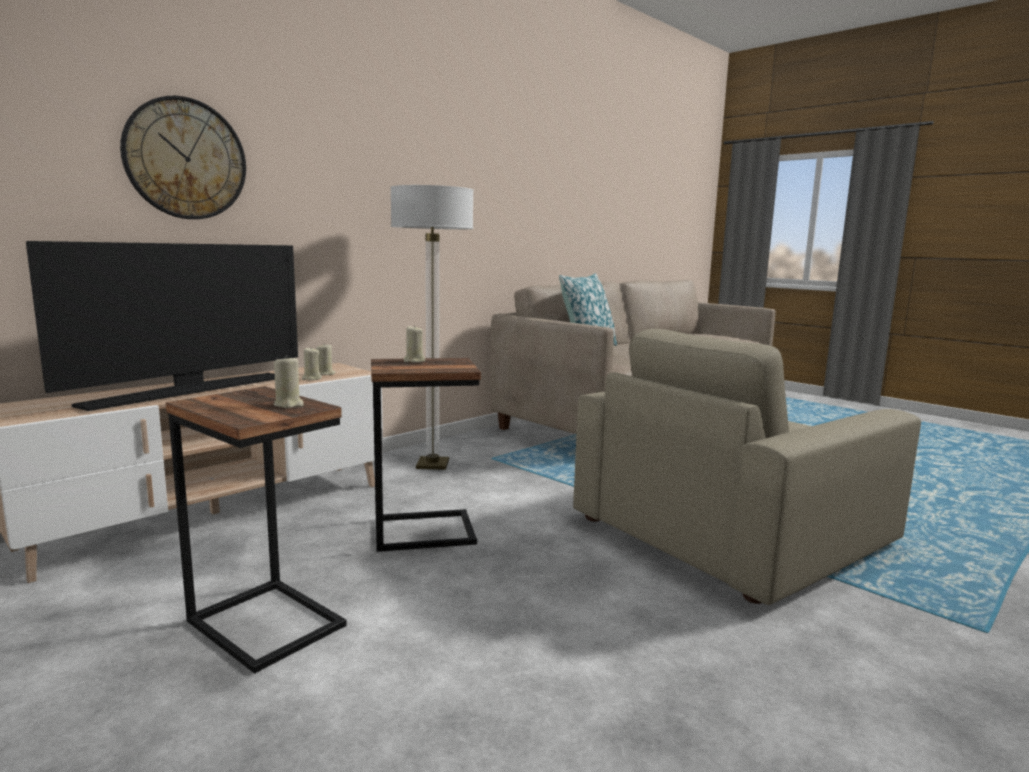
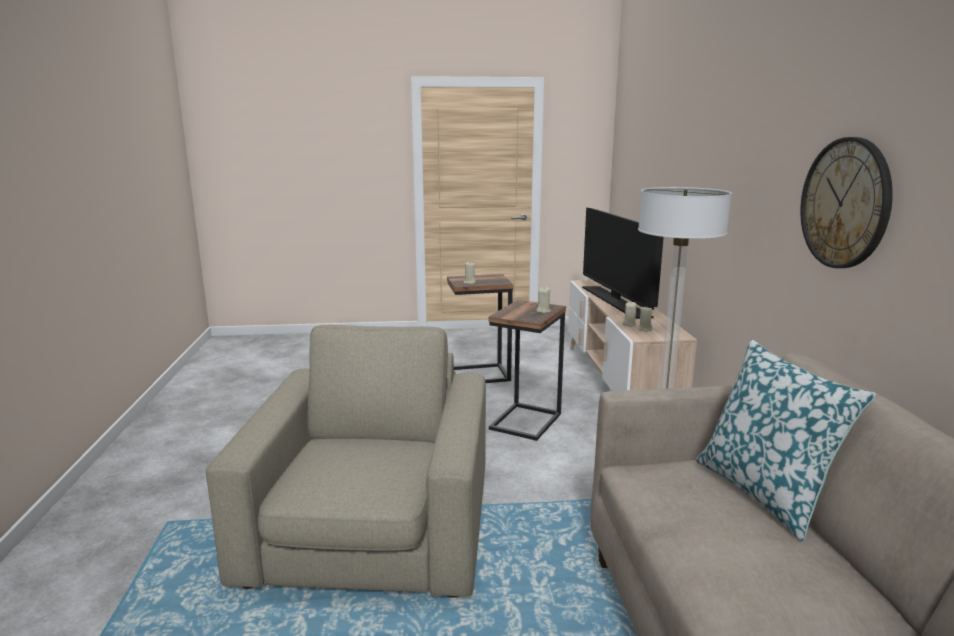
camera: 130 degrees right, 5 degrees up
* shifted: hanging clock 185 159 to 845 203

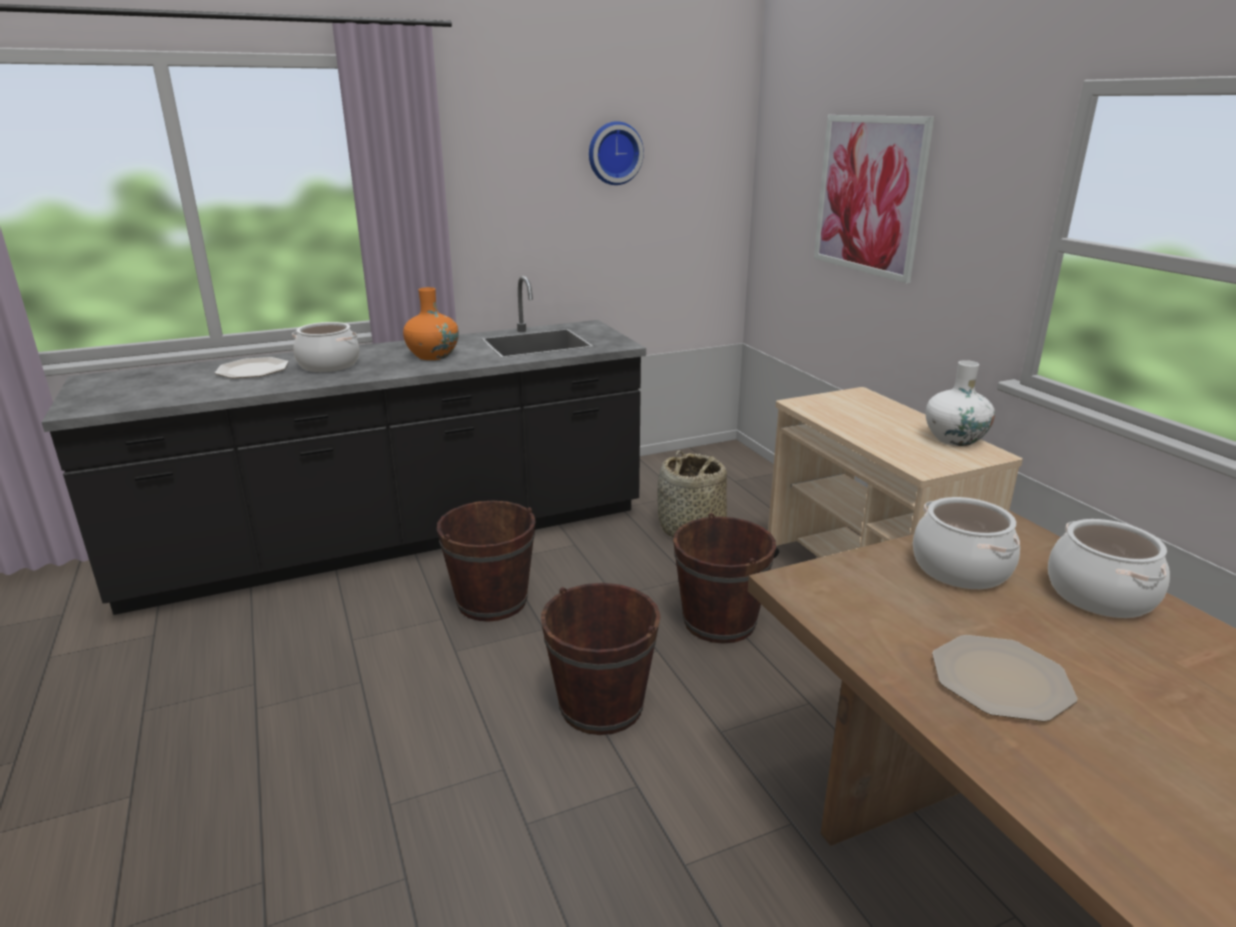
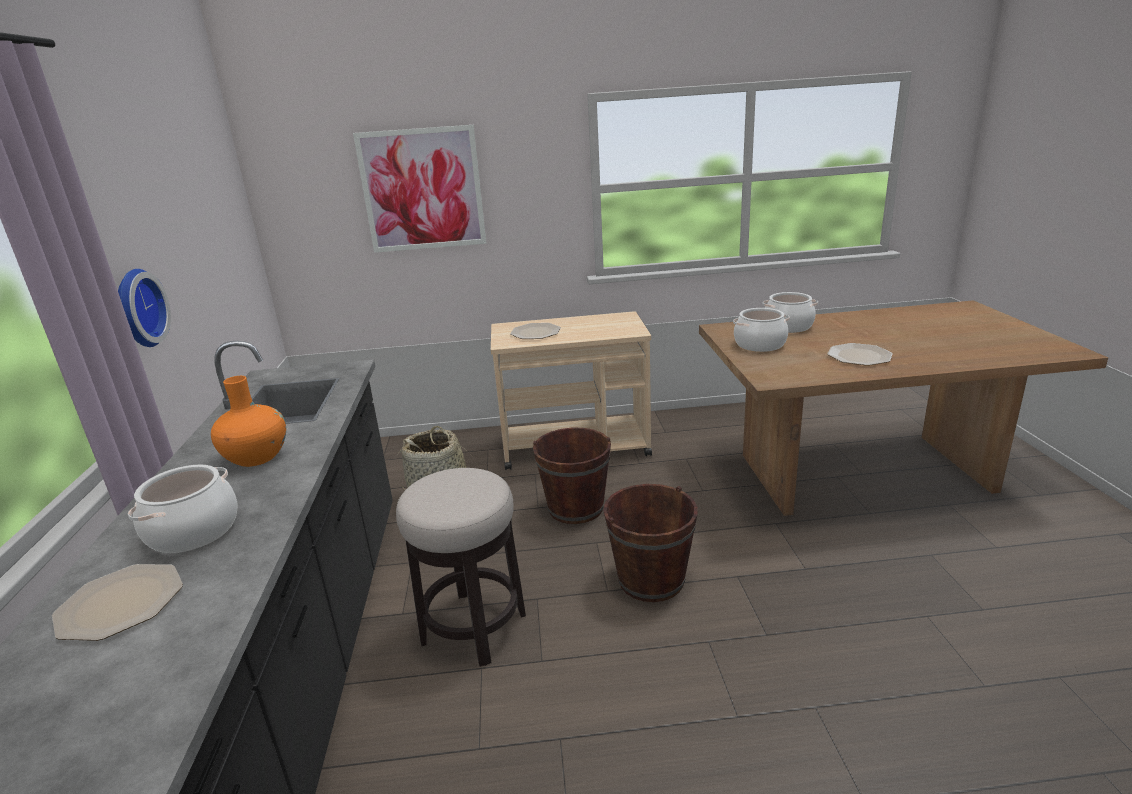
camera: 70 degrees left, 0 degrees up
* gone: whitish vase 954 439
* new: dinner plate 535 332
* shifted: hanging clock 614 153 to 136 308
* swapped: brown bucket 492 601 to sitting stool 473 628

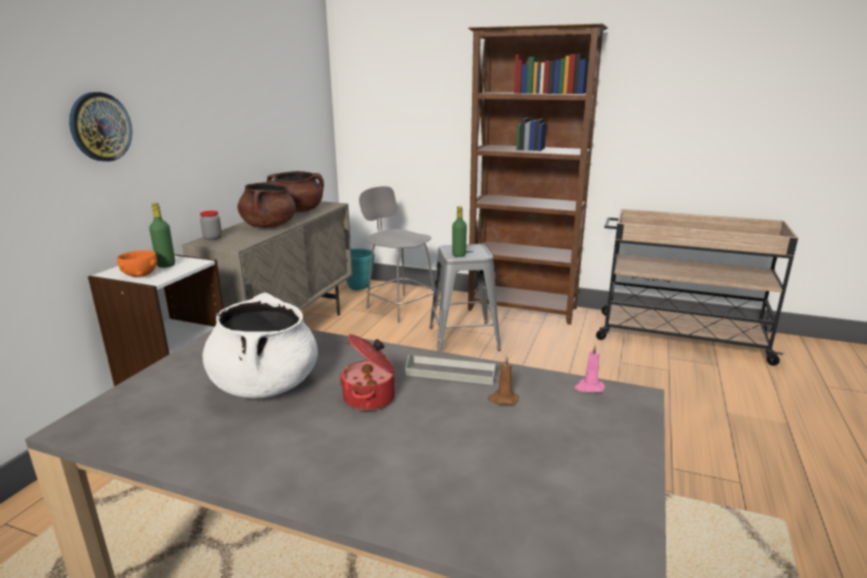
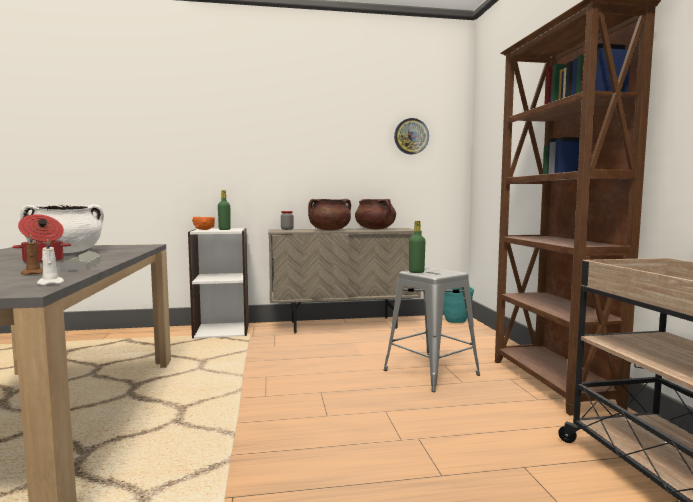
camera: 60 degrees right, 15 degrees down
* gone: grey upright chair 399 307
* shifted: hanging clock 100 127 to 411 136
* repainted: pink-coloured wax candle 589 387 to whitish wax candle 50 283

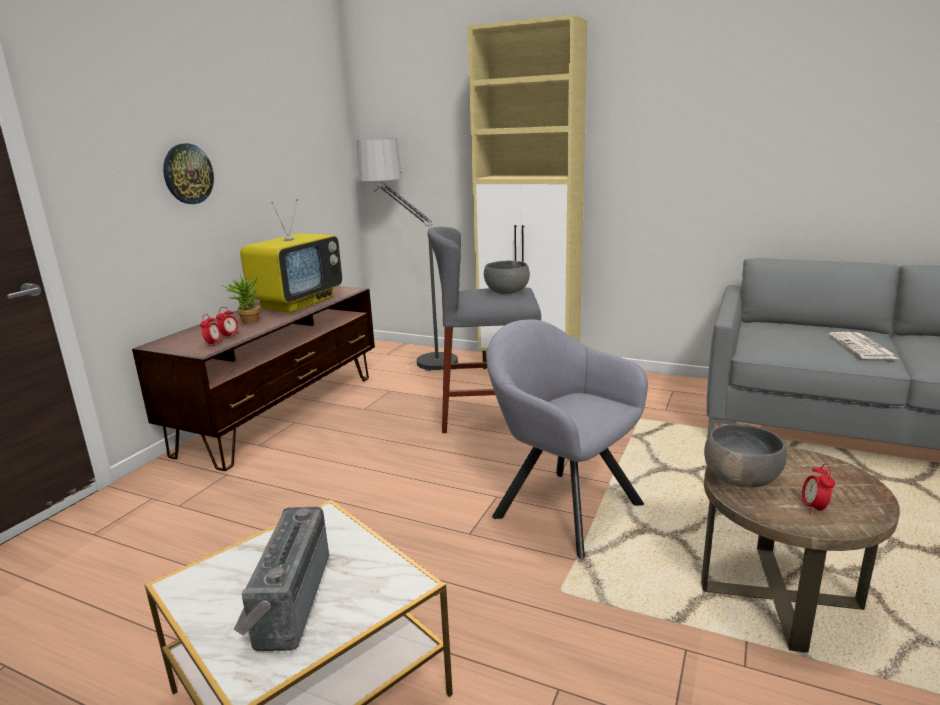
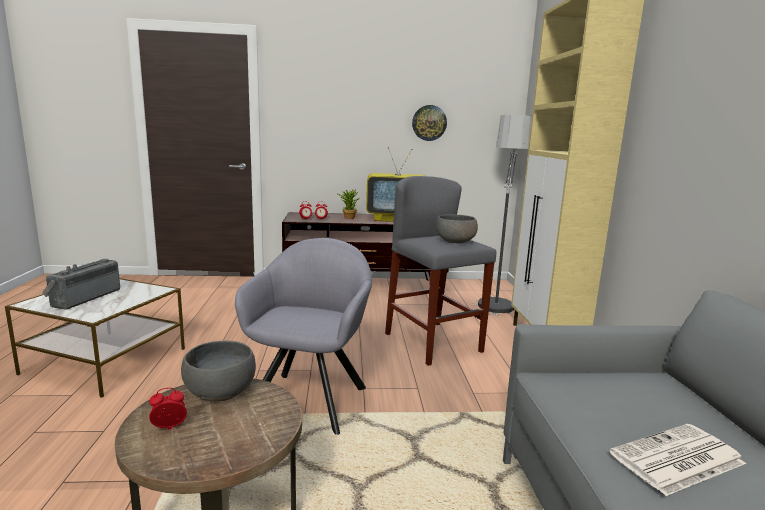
camera: 60 degrees right, 5 degrees down
* shifted: hanging clock 187 174 to 429 123
* rotated: radio receiver 286 600 = 84 297 45 degrees counterclockwise

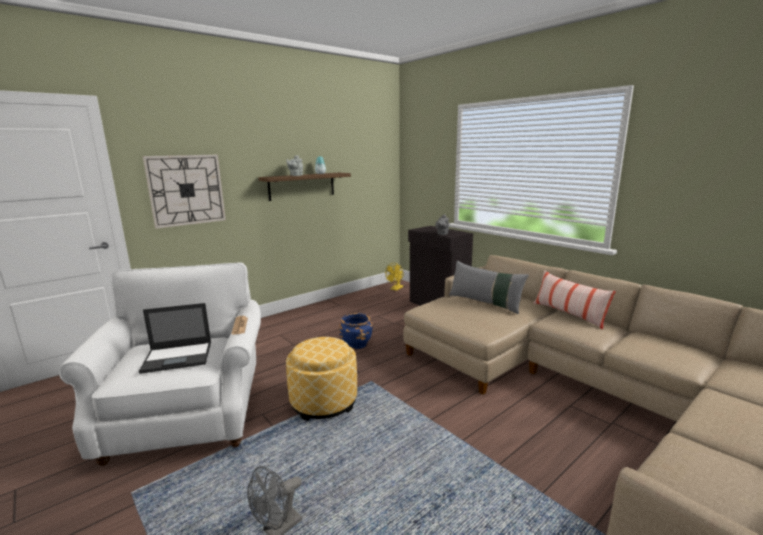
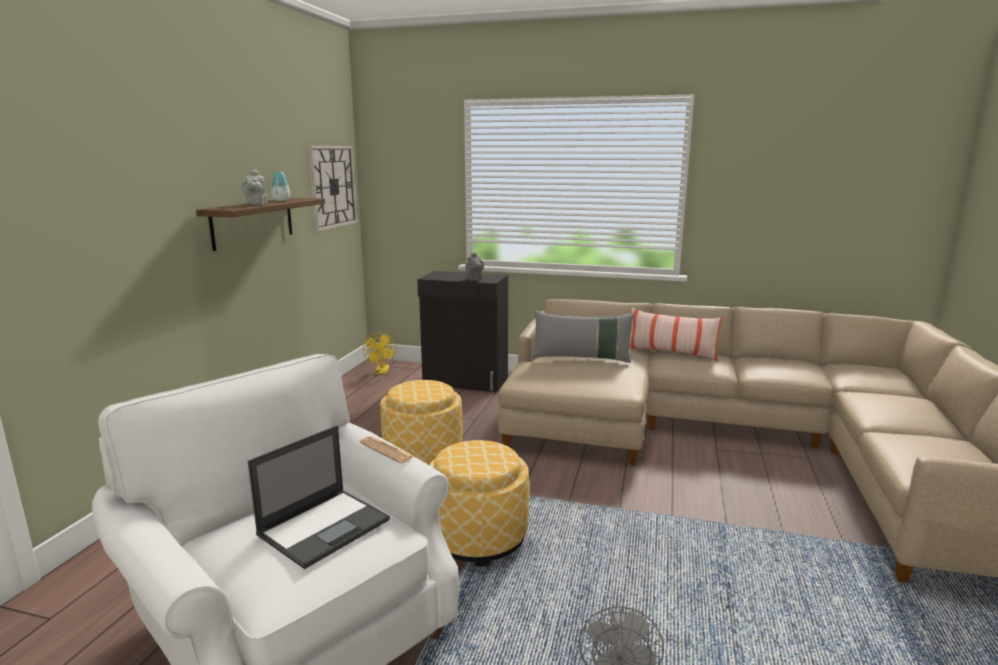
camera: 35 degrees left, 0 degrees up
* shifted: hanging clock 186 190 to 332 186
* swapped: bluish flower pot 356 344 to ottoman 423 455

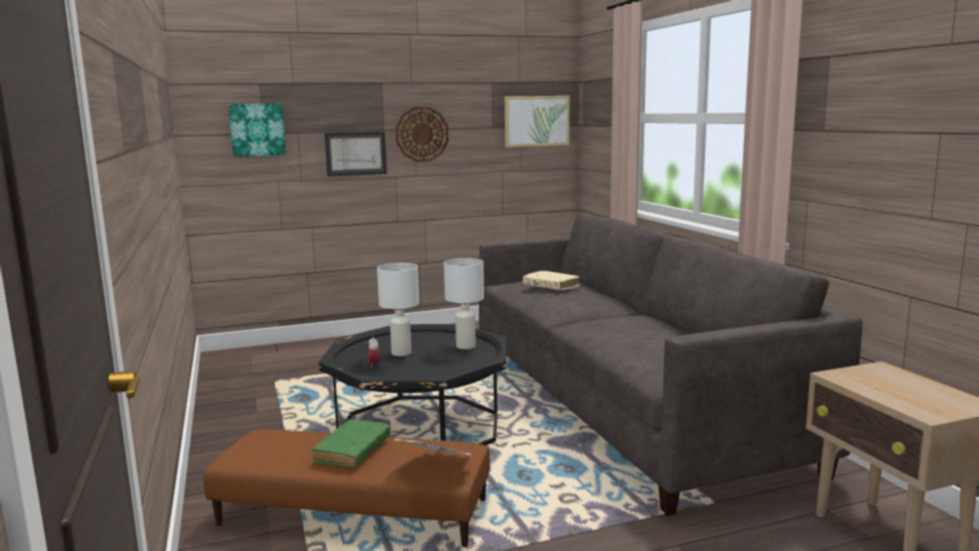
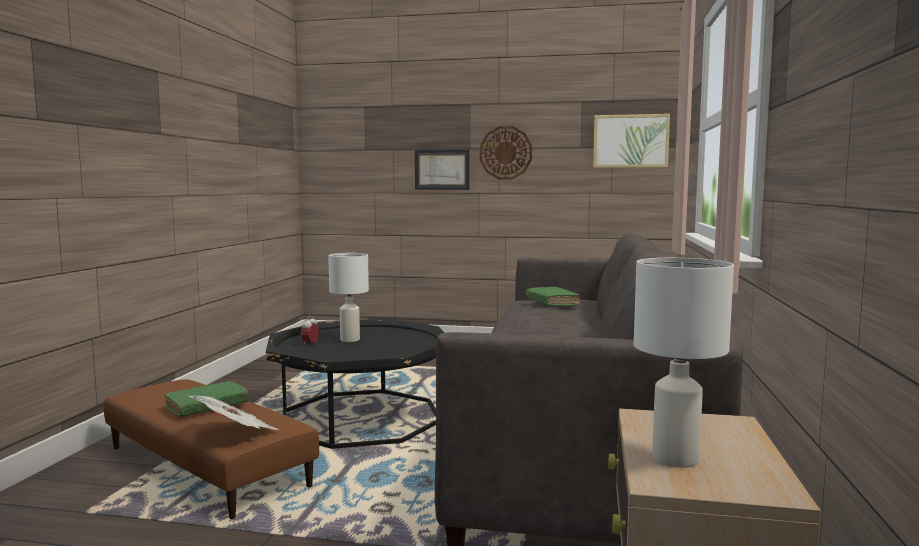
camera: 30 degrees right, 5 degrees down
* gone: wall picture 257 130
* shifted: whitish tabletop lamp 465 346 to 674 459
* repainted: beige-coloured volume 551 286 to green-coloured volume 552 303

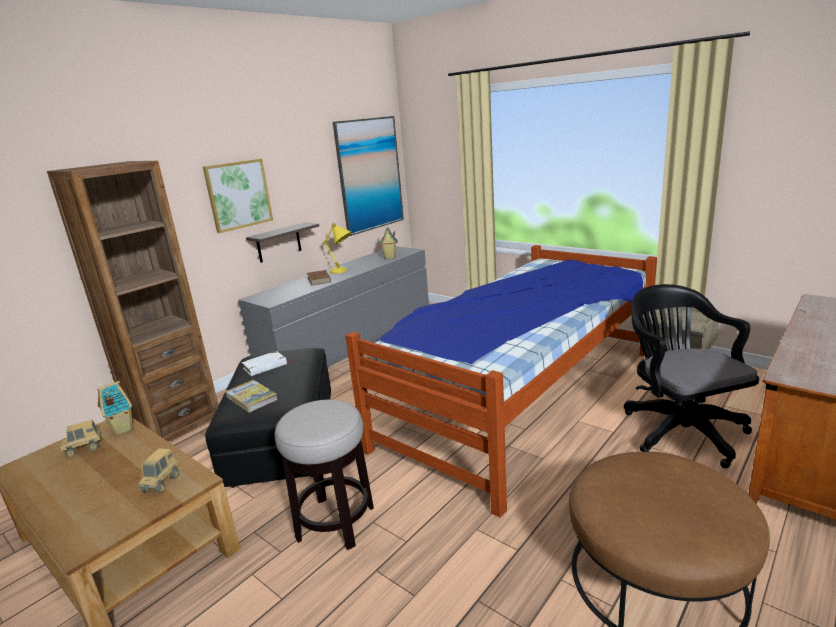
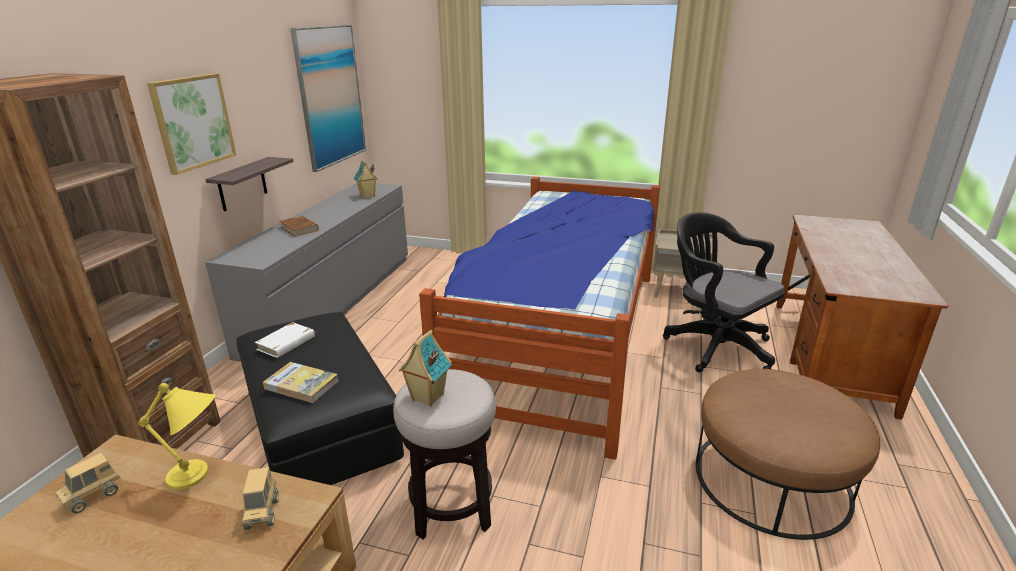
camera: 25 degrees left, 5 degrees up
* shifted: miniature house 121 429 to 427 397
* shifted: yellow-coloured tabletop lamp 343 271 to 201 476

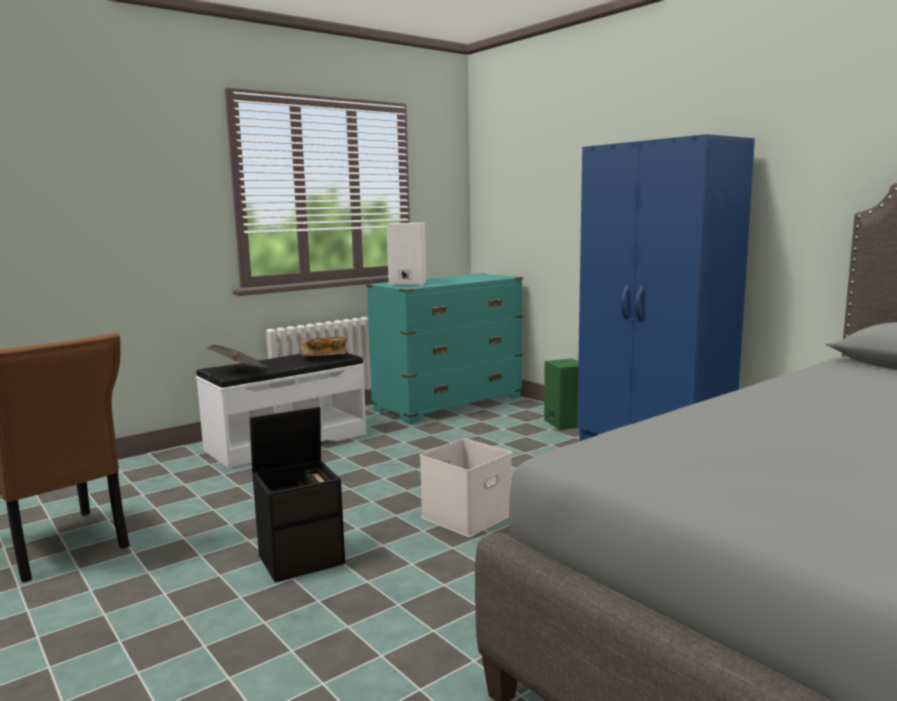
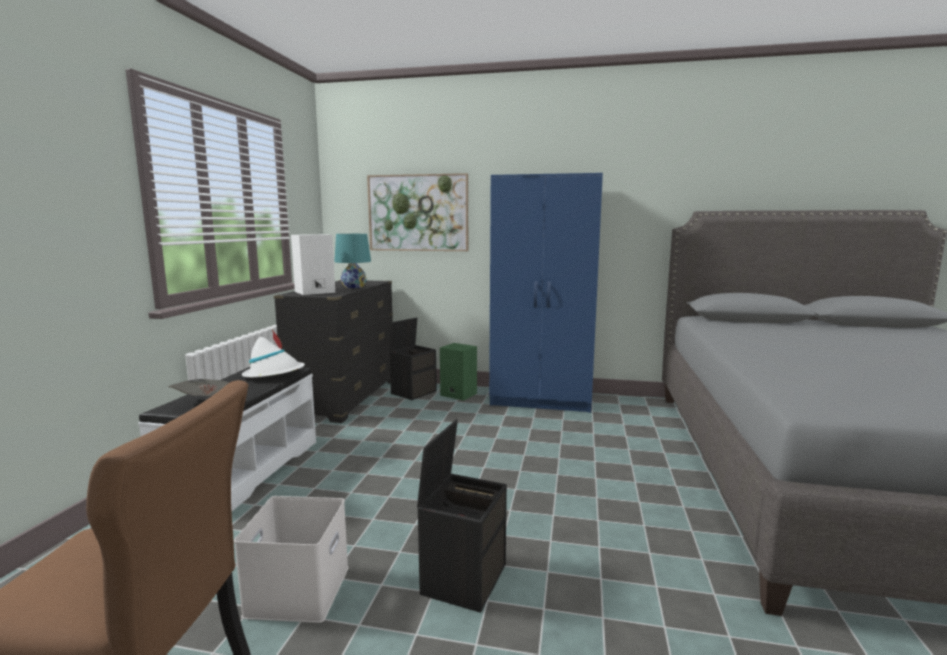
camera: 40 degrees left, 0 degrees up
* new: turquoise-coloured tabletop lamp 354 287
* new: wall picture 418 213
* new: blackish storage bin 414 392
* shifted: whitish storage bin 466 515 to 297 589
* swapped: volume 323 357 to whitish hat 274 374
* repainted: turquoise-coloured chest of drawers 449 404 to blackish chest of drawers 345 398

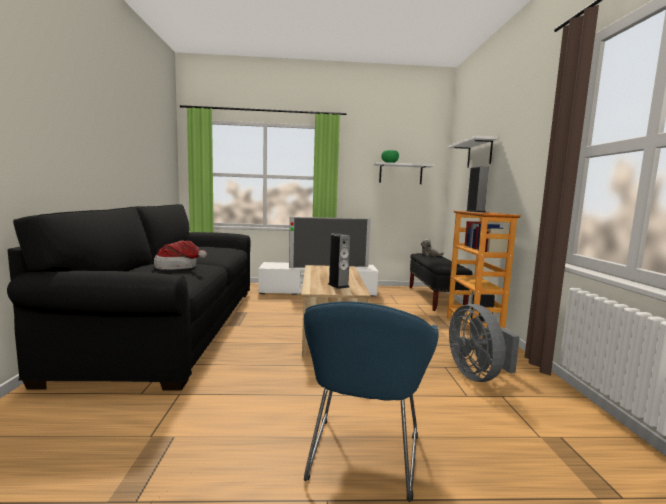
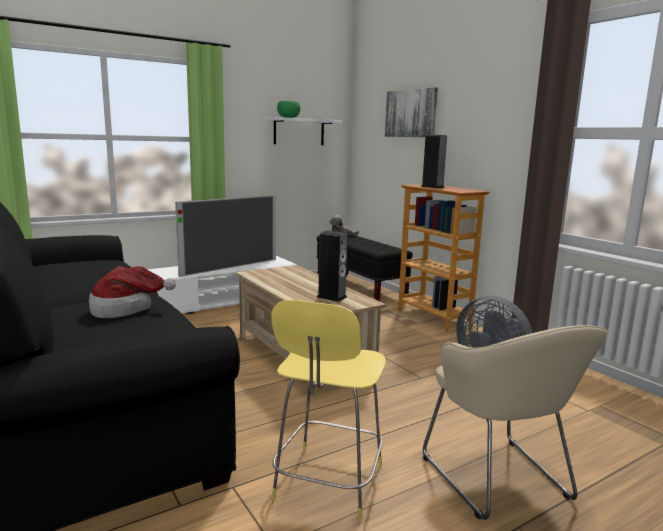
camera: 30 degrees left, 5 degrees up
* new: yellow-coloured sitting stool 327 484
* swapped: whitish wall shelf 479 153 to wall picture 411 113
* repainted: bluish armchair 362 460 to beige-coloured armchair 500 481

